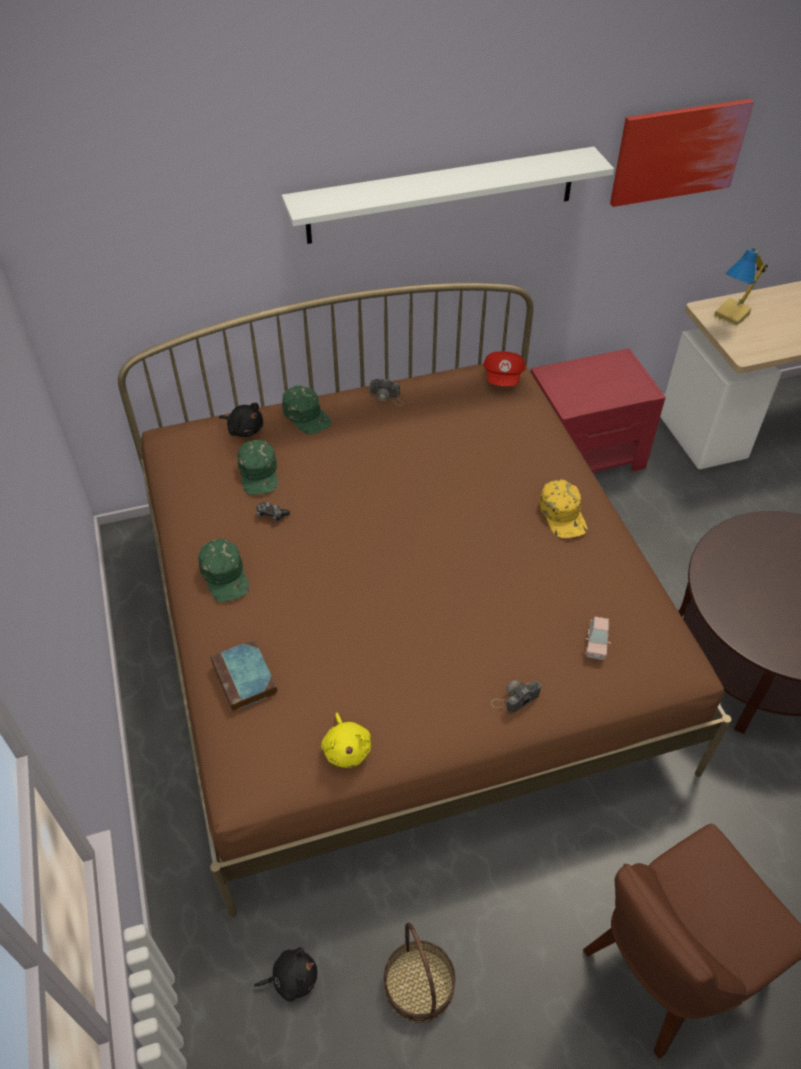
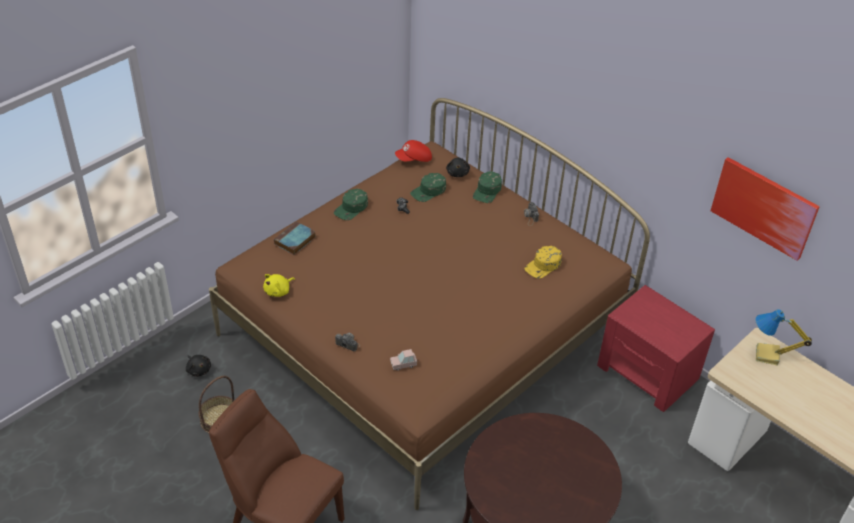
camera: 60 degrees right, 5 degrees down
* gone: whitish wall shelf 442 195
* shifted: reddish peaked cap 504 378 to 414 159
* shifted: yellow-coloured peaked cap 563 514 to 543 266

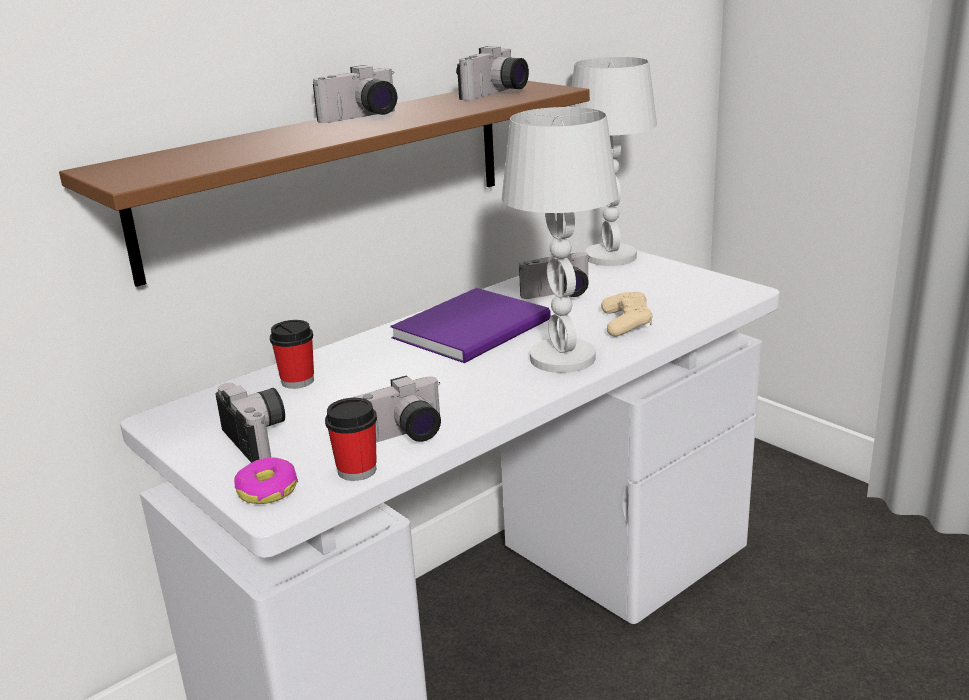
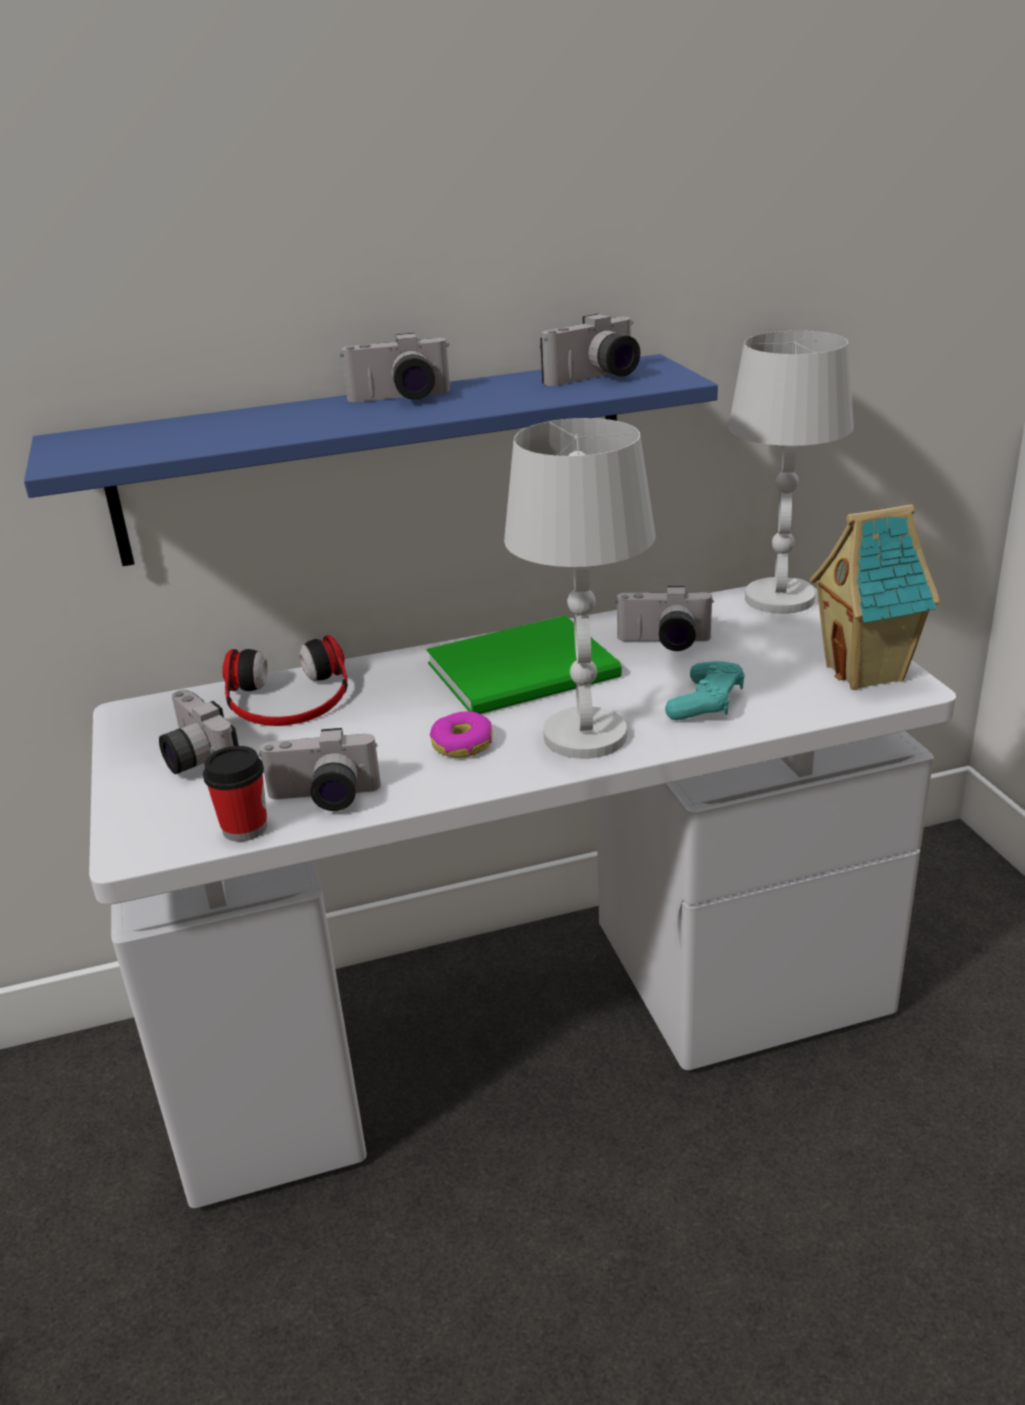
camera: 25 degrees right, 5 degrees up
* new: miniature house 867 673
* shifted: doughnut 267 490 to 462 744
* swapped: drinking cup 297 381 to headphones 288 698
* repainted: brown wall shelf 329 174 to bluish wall shelf 373 459
* repainted: purplish volume 477 328 to green-coloured volume 529 671
* repainted: beige-coloured gamepad 626 323 to turquoise-coloured gamepad 706 703
* rotated: still camera 261 437 = 195 760 150 degrees clockwise

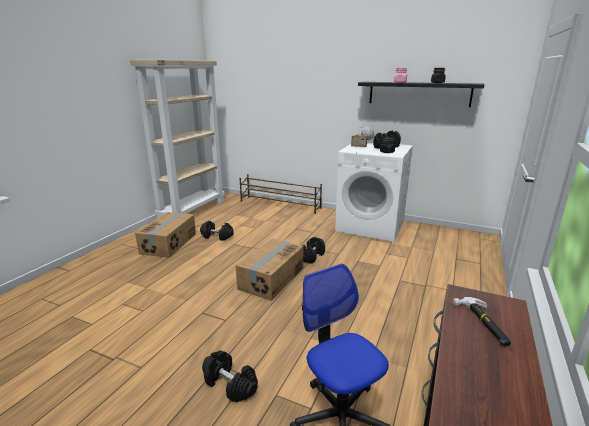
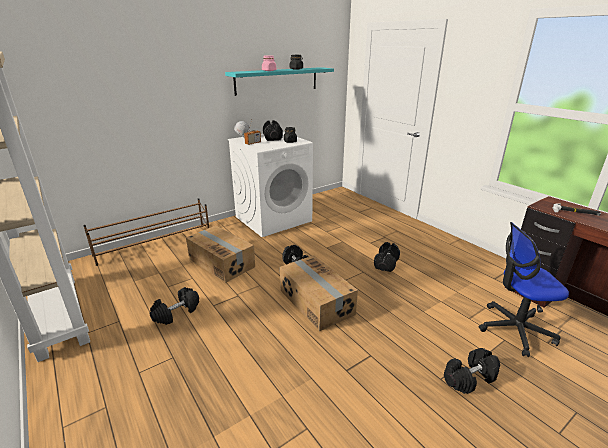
camera: 60 degrees left, 5 degrees up
* new: blackish free weight 386 263
* shifted: carton 169 243 to 222 262
* repainted: blackish wall shelf 418 93 to turquoise-coloured wall shelf 277 80

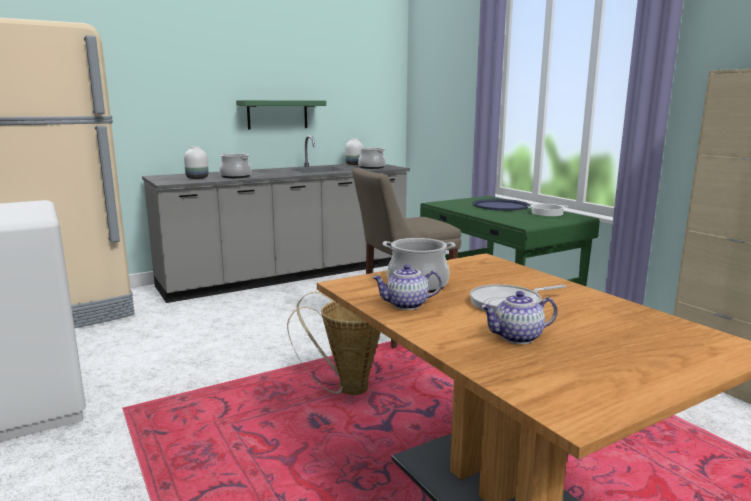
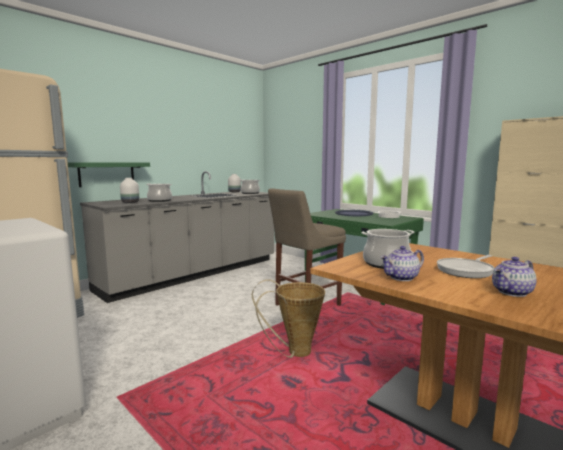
camera: 15 degrees left, 5 degrees down
* shifted: green-coloured wall shelf 277 114 to 107 174

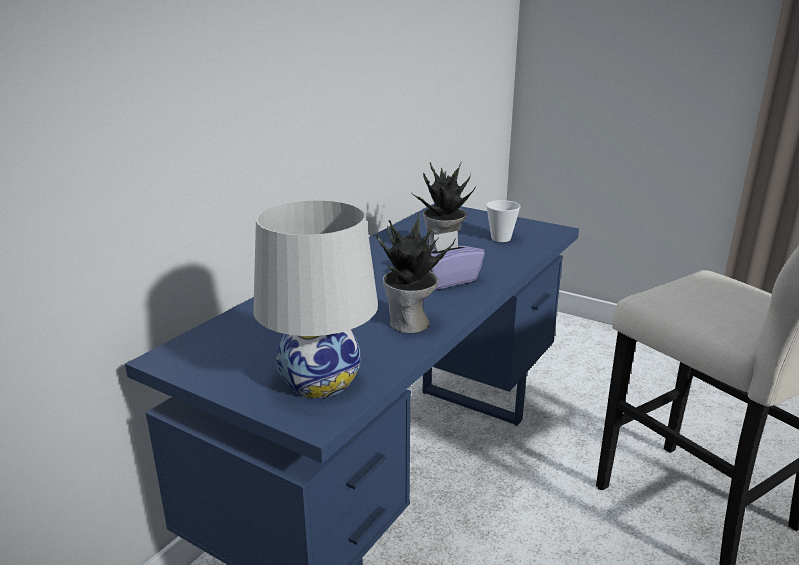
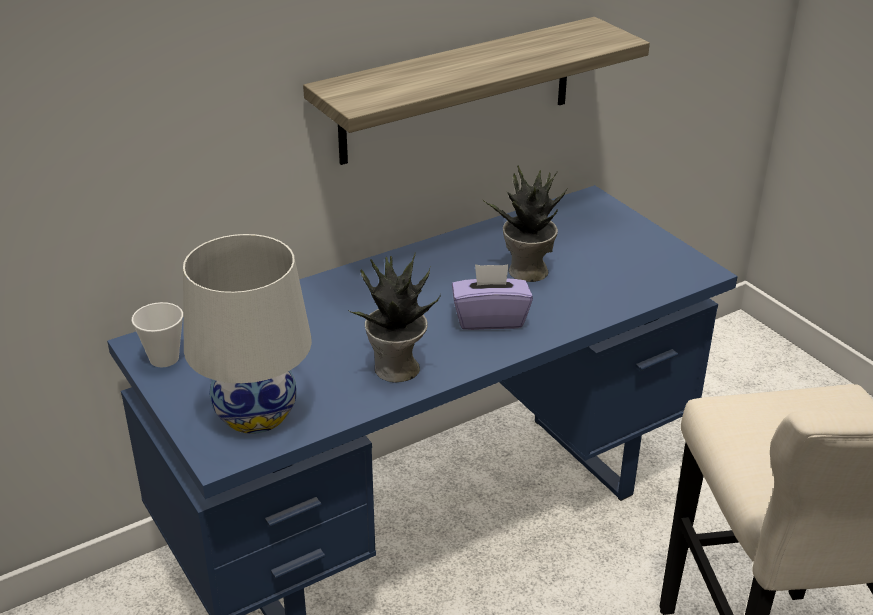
camera: 25 degrees right, 10 degrees up
* new: wall shelf 458 90
* shifted: drinking cup 501 238 to 164 358

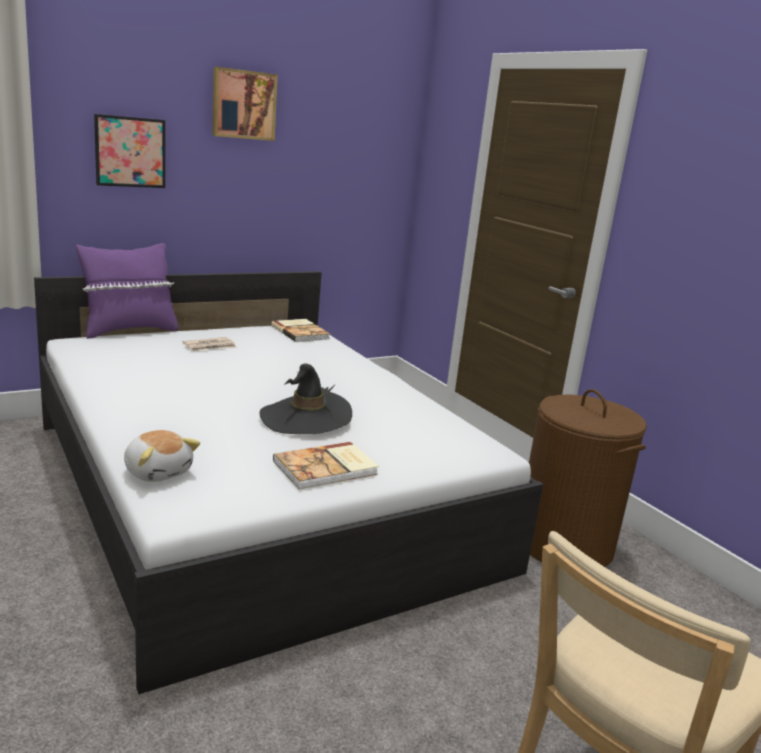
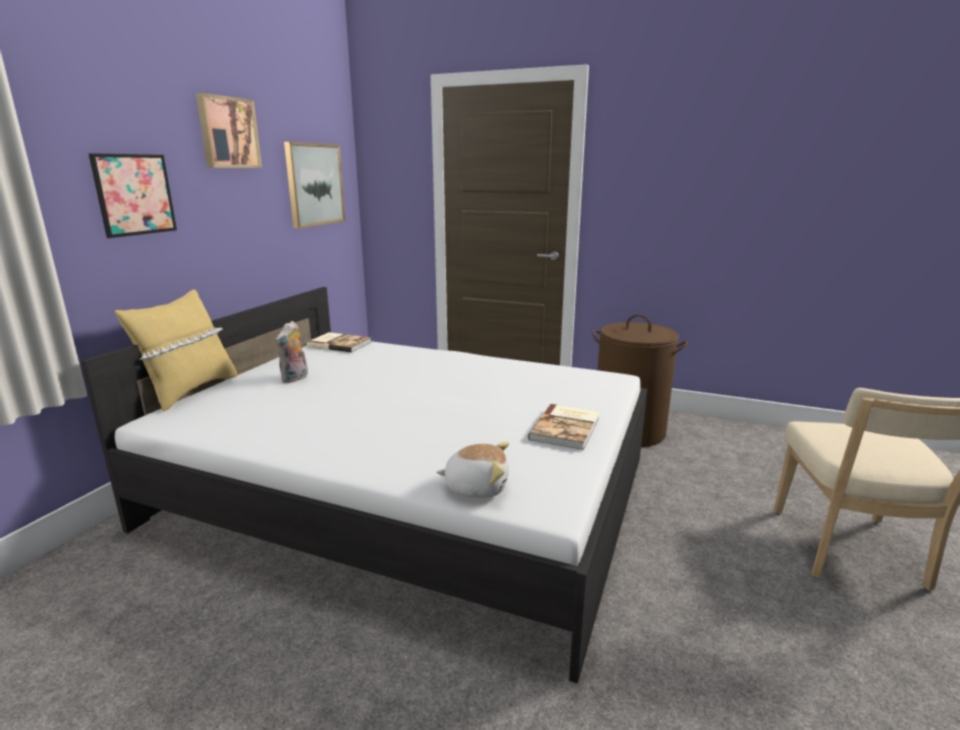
camera: 35 degrees left, 0 degrees up
* gone: blackish hat 305 418
* new: wall picture 314 184
* swapped: printed paper 210 347 to soft toy 295 378
* repainted: purplish pillow 129 331 to yellow-coloured pillow 190 391

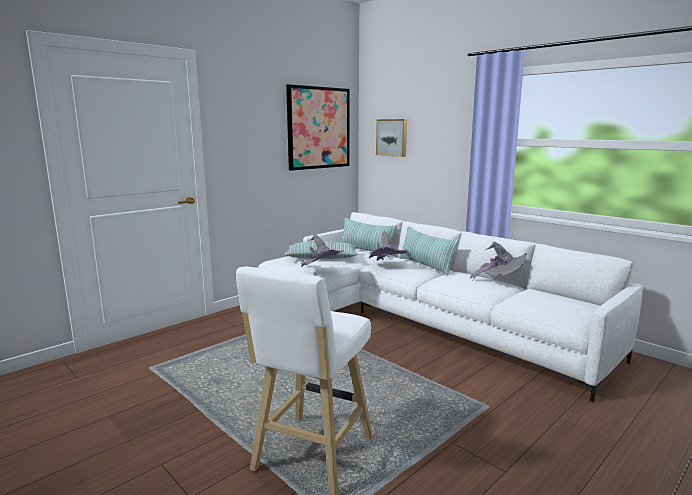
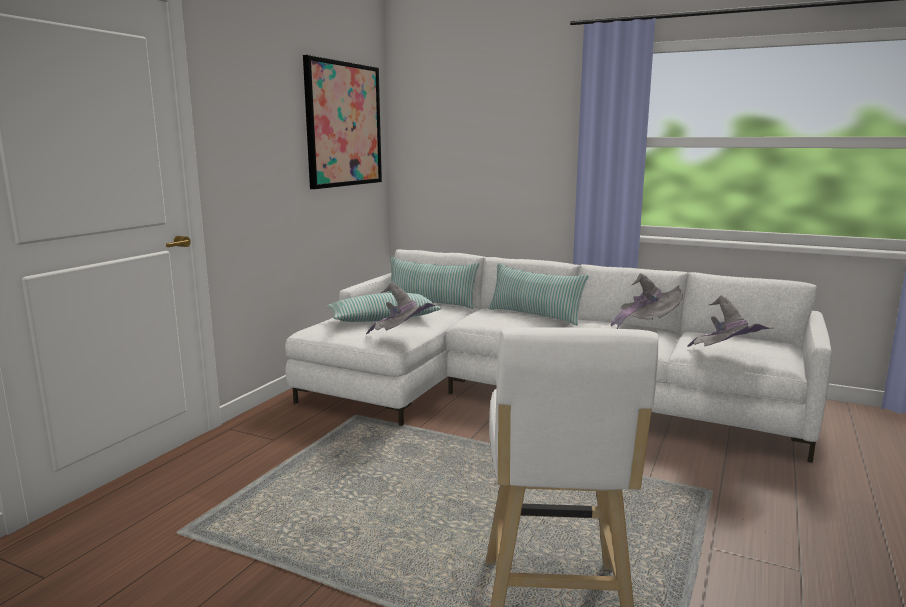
camera: 20 degrees left, 0 degrees up
* gone: wall picture 392 137
* shifted: grey hat 386 267 to 727 357

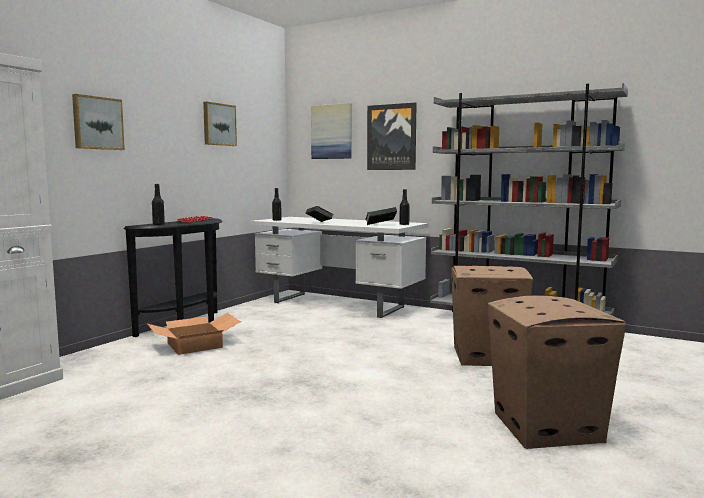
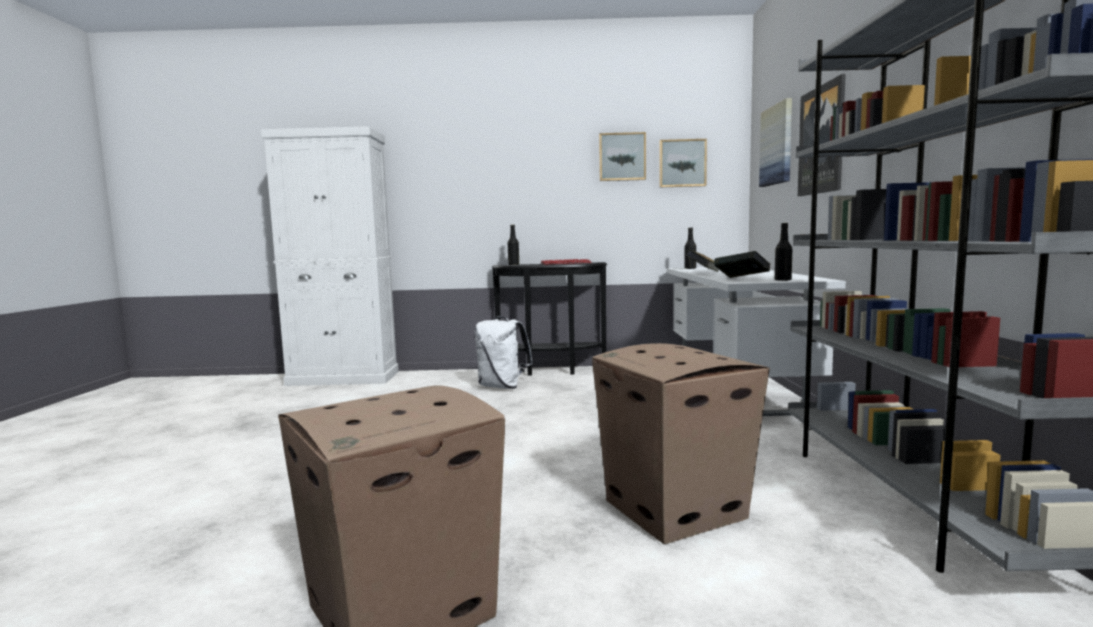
camera: 60 degrees right, 0 degrees up
* shifted: wall picture 97 123 to 682 163
* swapped: carton 195 345 to whitish knapsack 502 387

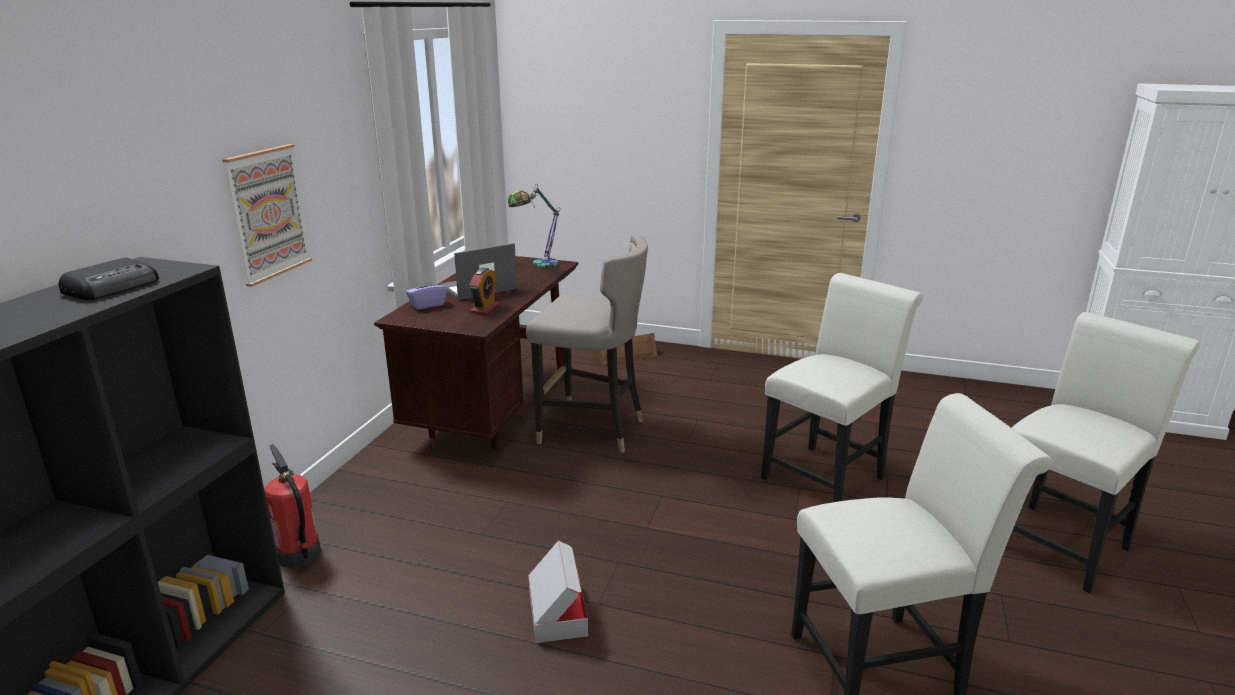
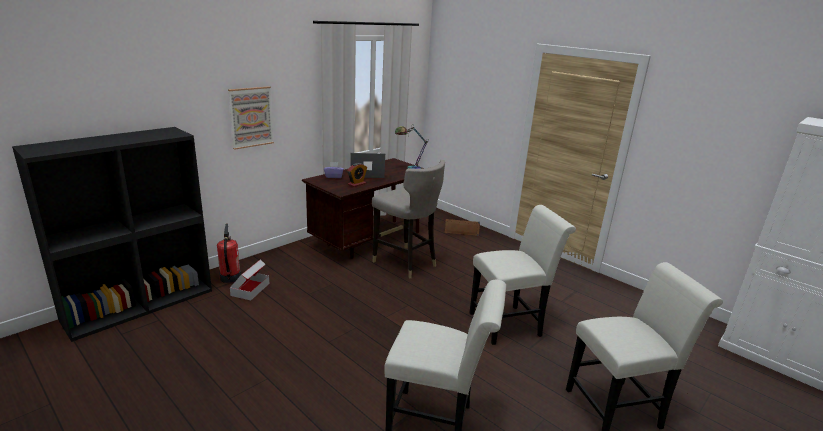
camera: 25 degrees right, 0 degrees up
* gone: radio receiver 114 287
* shifted: carton 557 612 to 250 289

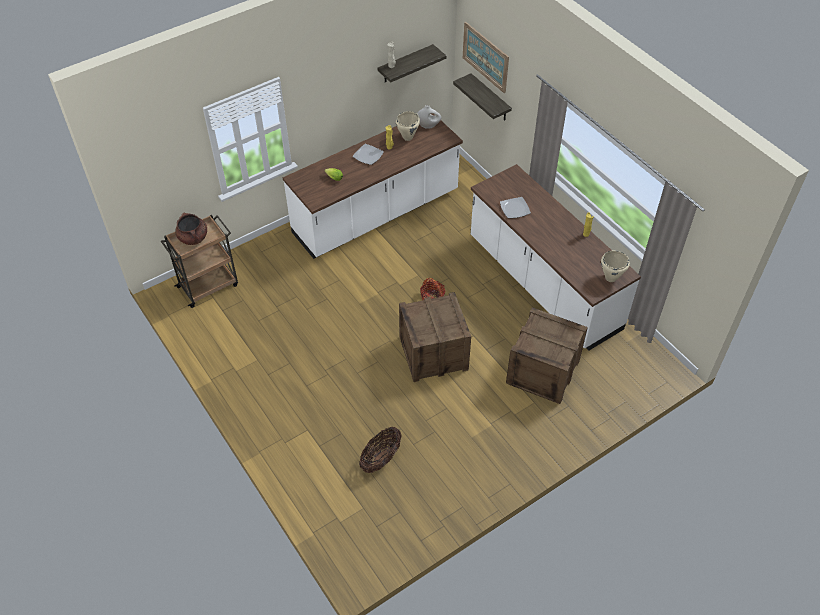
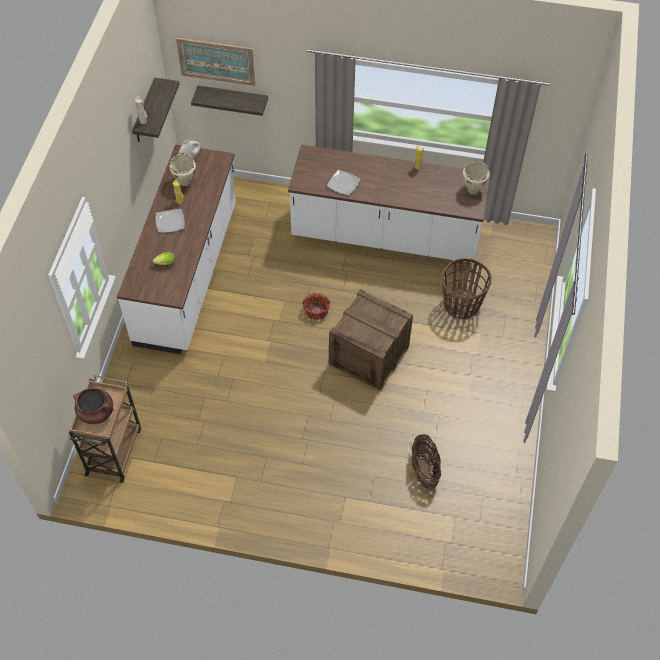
camera: 45 degrees left, 5 degrees up
* swapped: crate 543 372 to basket 461 305

